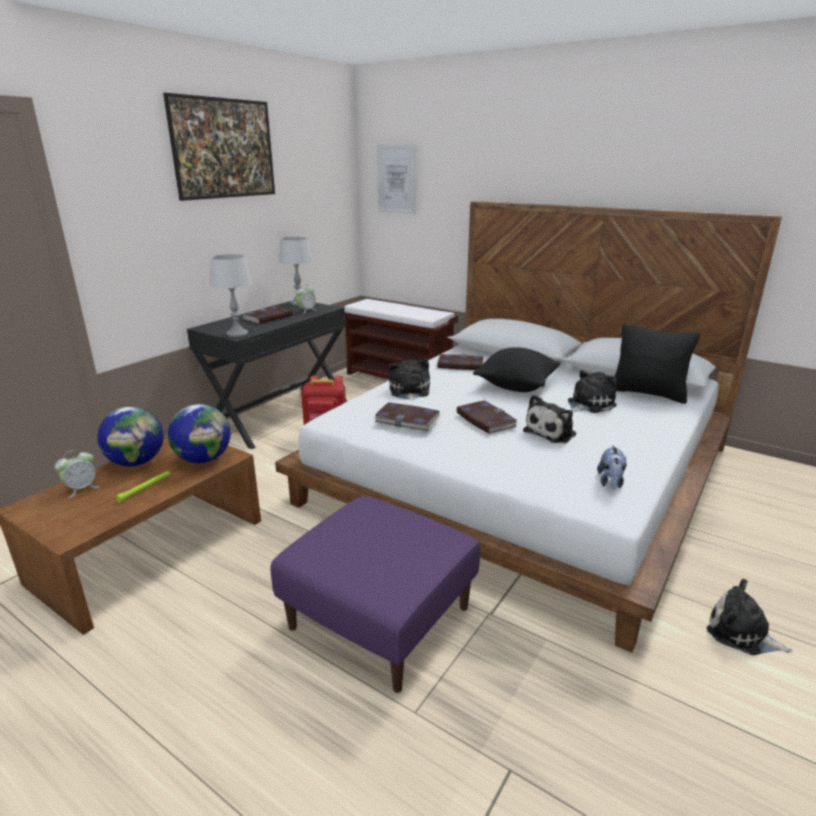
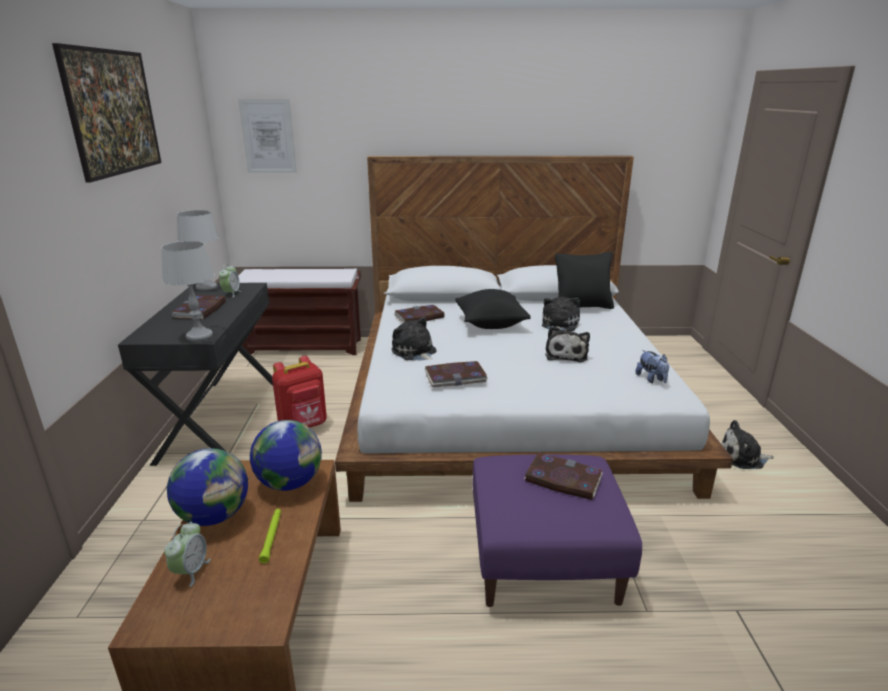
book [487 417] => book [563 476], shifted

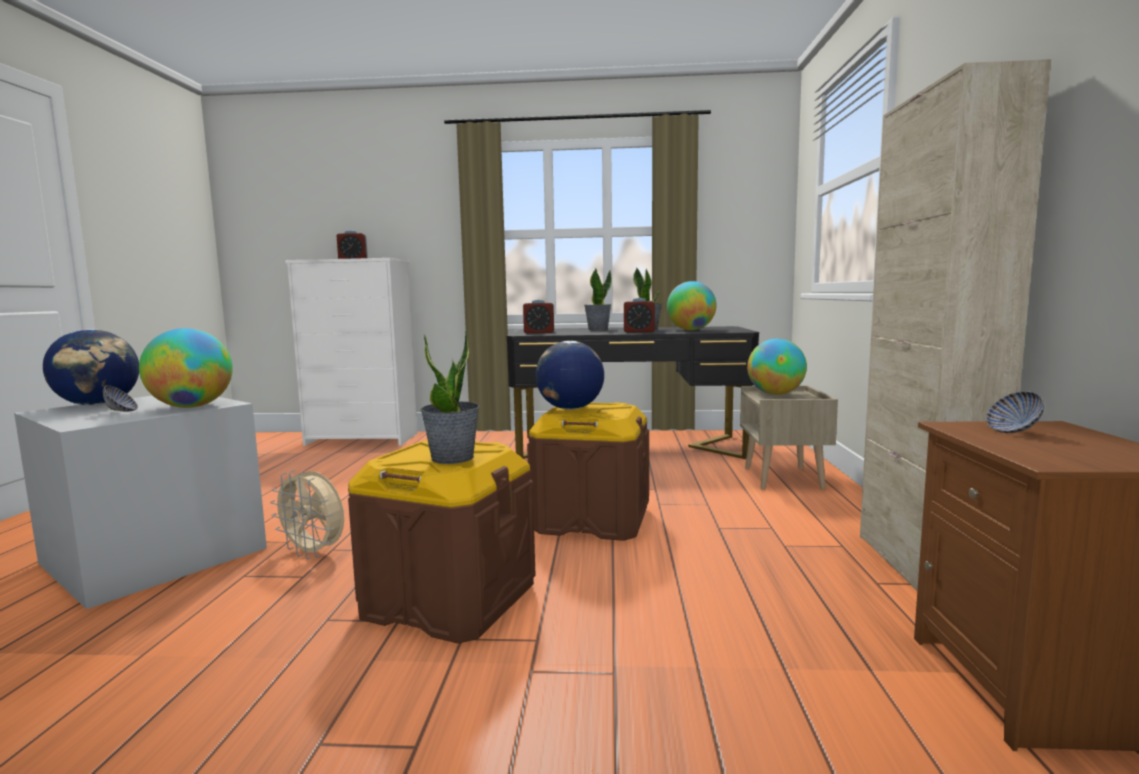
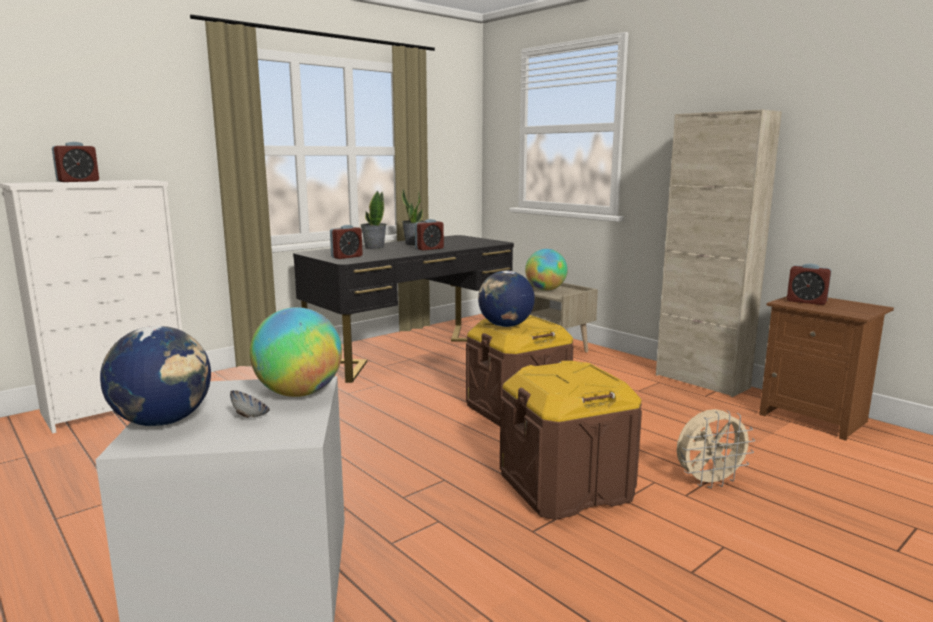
fan (beige) [307 514] => fan (beige) [716 449], shifted
bowl [1015 412] => alarm clock [809 284]
potted plant [450 397] => nothing
globe [692 305] => nothing

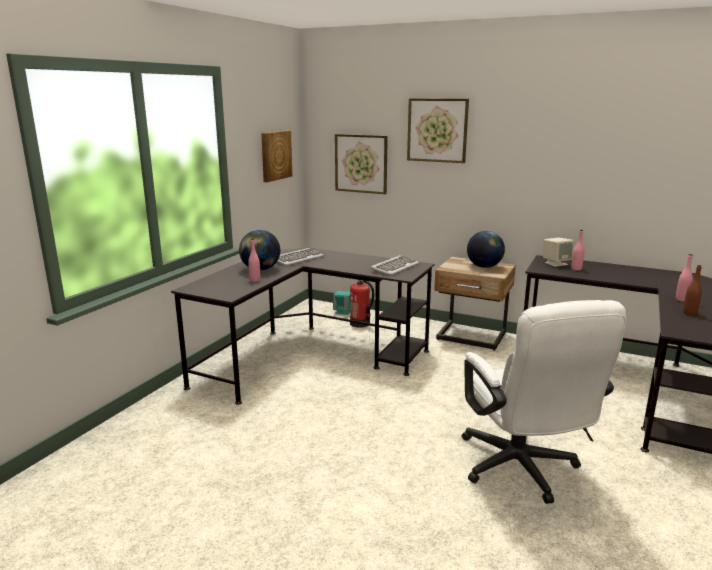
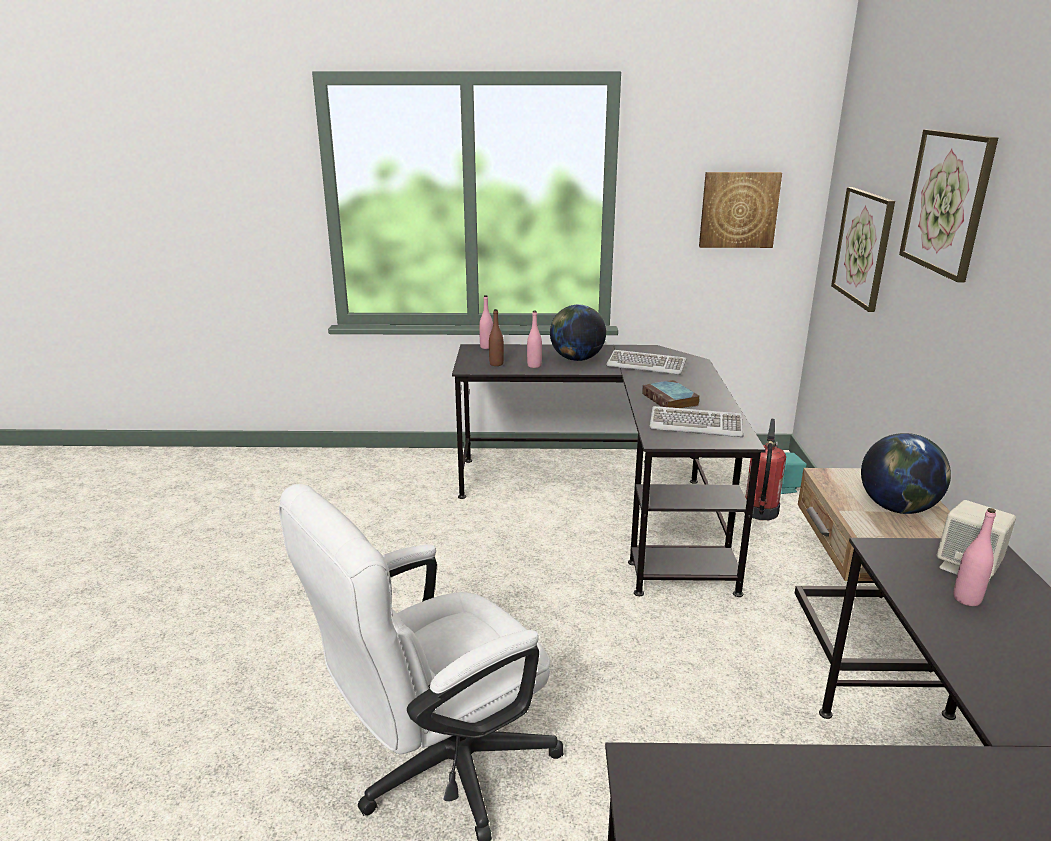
bottle (pink) [684 278] => bottle (pink) [486 322], shifted
bottle (brown) [692 290] => bottle (brown) [496 337], shifted
nothing => book [671 394]

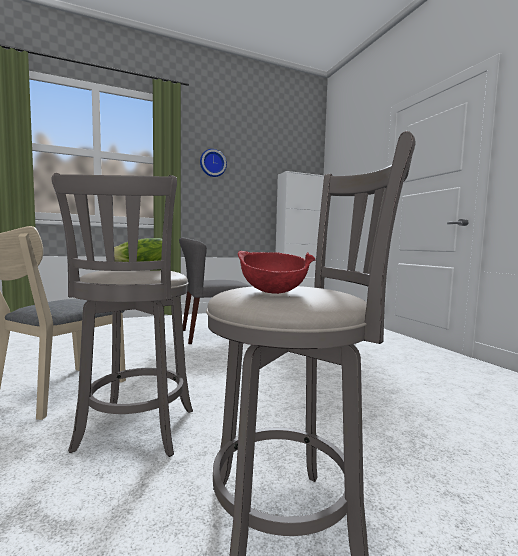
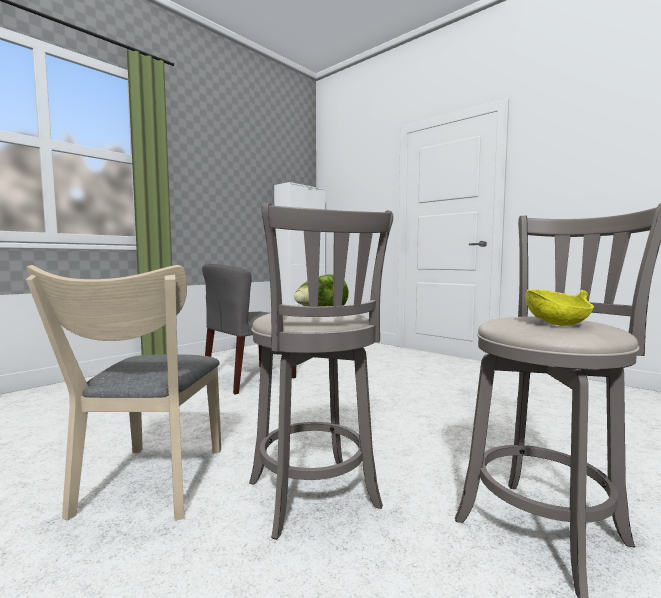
bowl (red) [277 272] => bowl (yellow) [559 307]
wall clock [213 163] => nothing

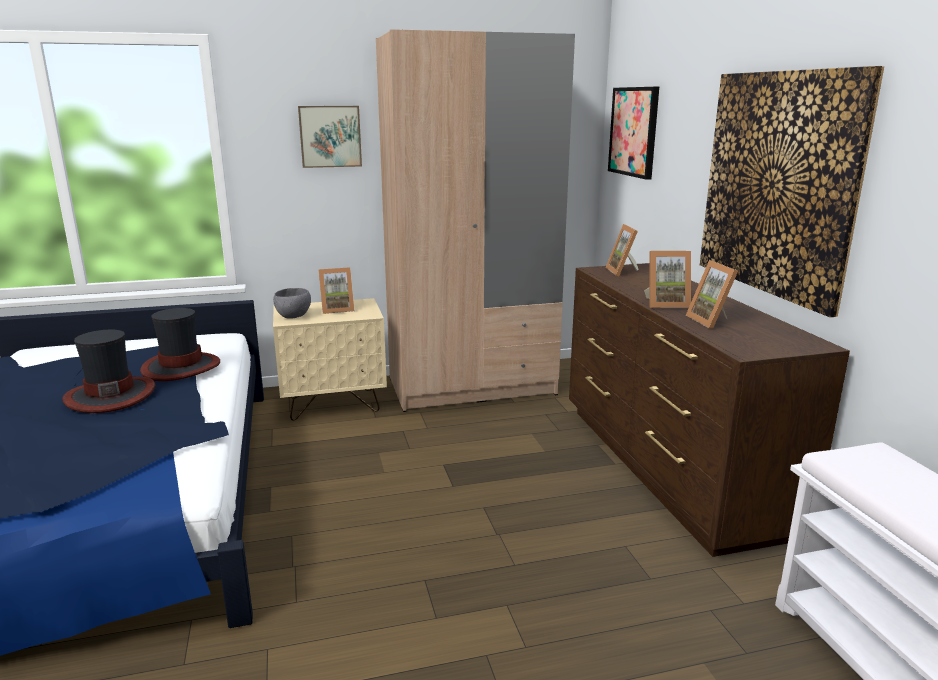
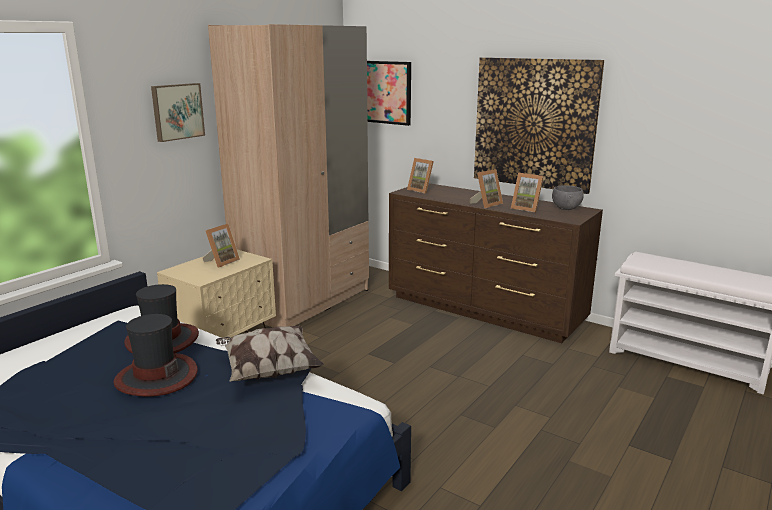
nothing => pillow [270 354]
bowl (grey) [292 303] => bowl (grey) [568 198], shifted

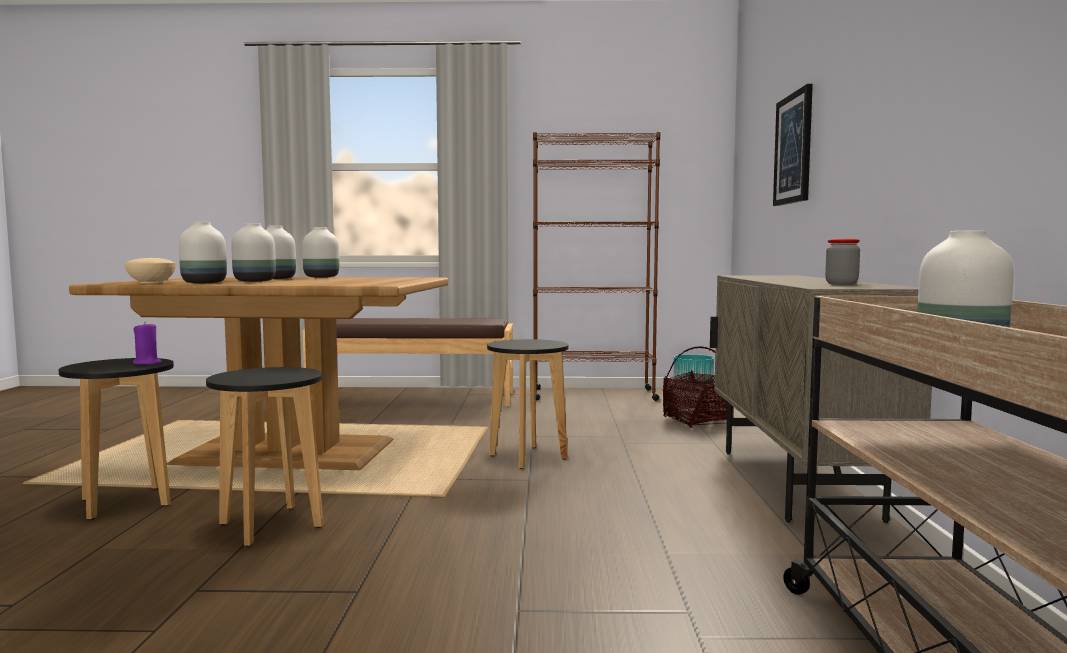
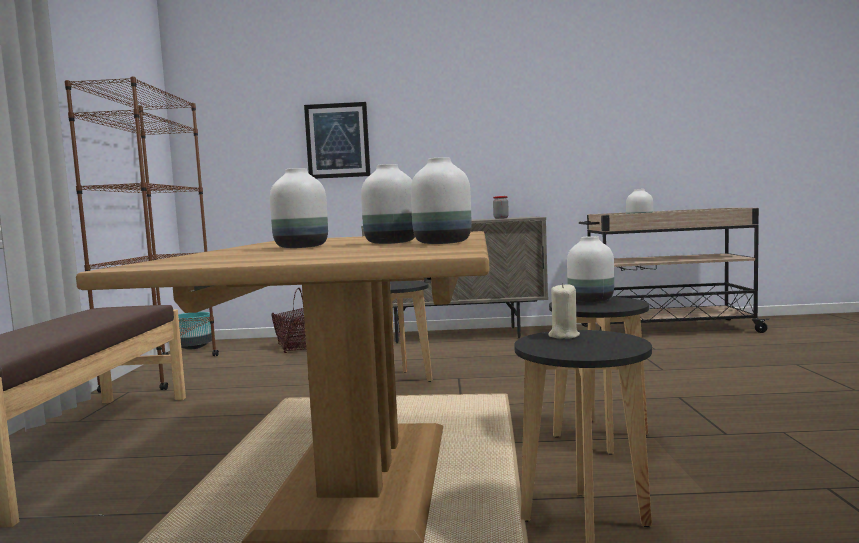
candle (purple) [148 343] => candle (beige) [564 311]
vase (white) [320 252] => vase (white) [590 269], shifted
bowl (beige) [150 271] => nothing

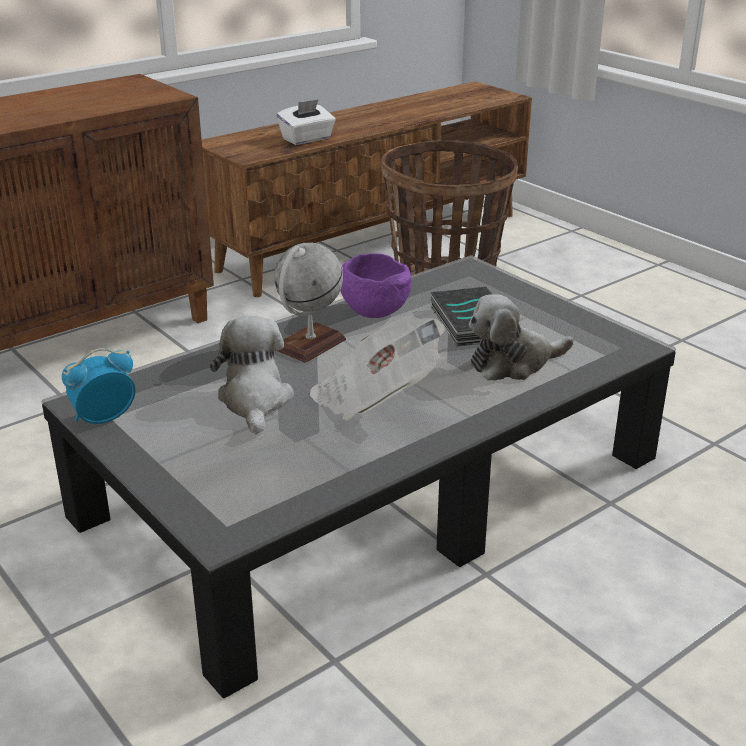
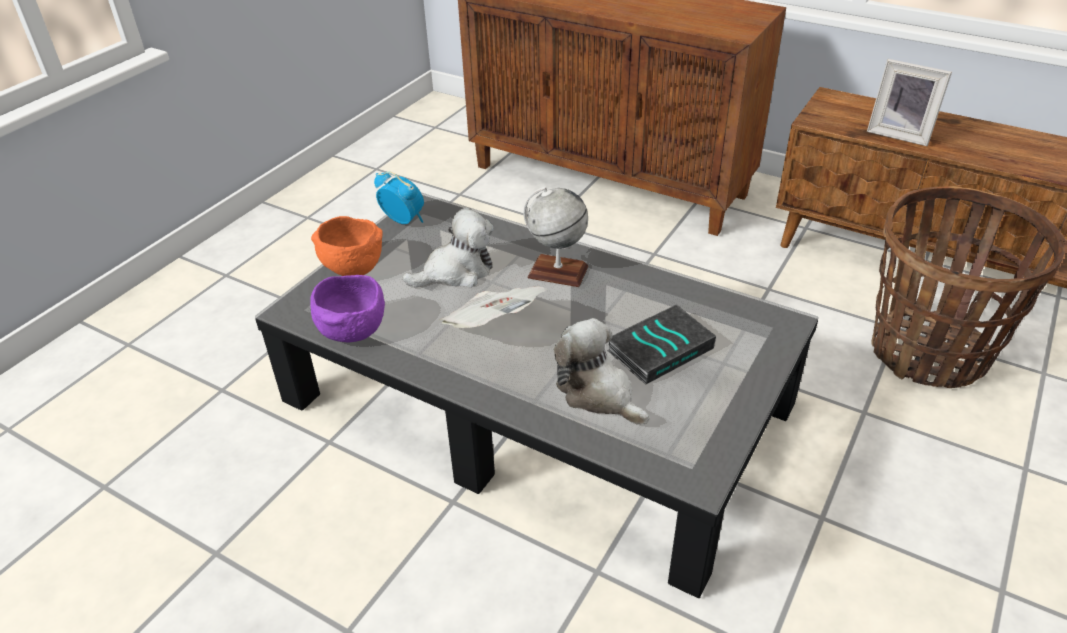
bowl (purple) [376 285] => bowl (purple) [347 309], shifted
nothing => bowl (orange) [347 246]
tissue box (white) [305 122] => picture frame [909 102]

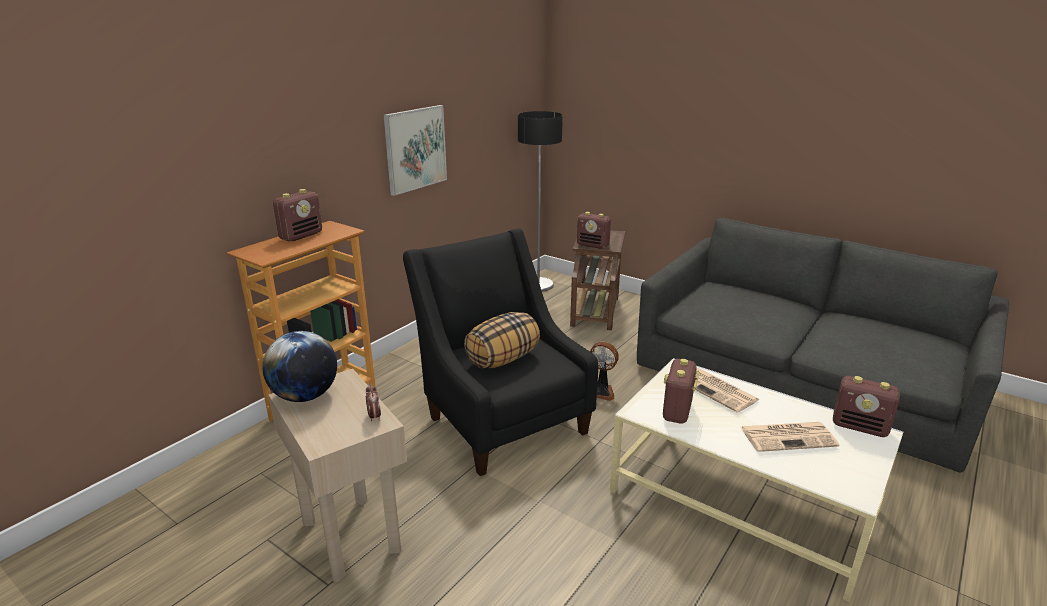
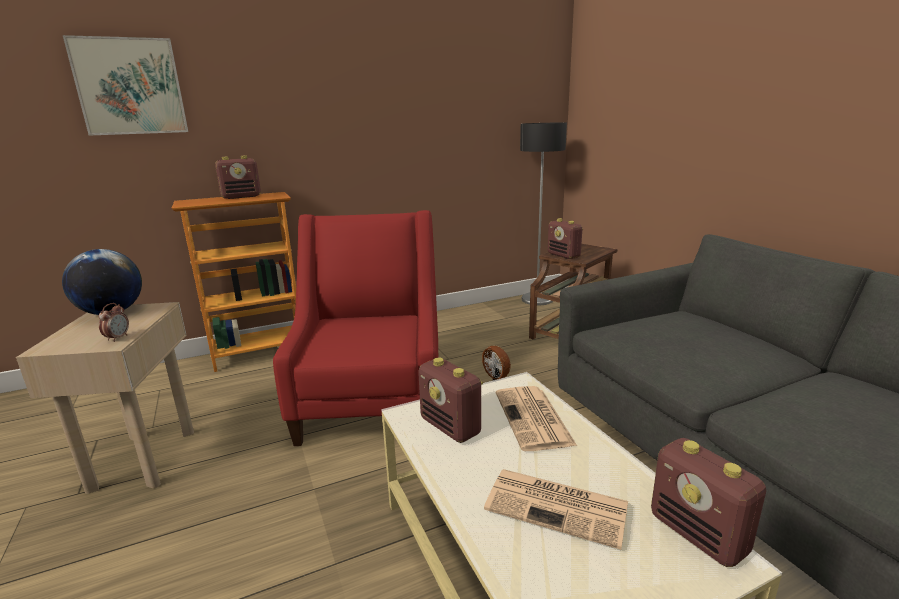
picture [415 150] => picture [125 85], shifted
armchair (black) [500 352] => armchair (red) [355 328]
radio [681 391] => radio [450 400], 90 degrees counterclockwise
pillow [502 340] => nothing

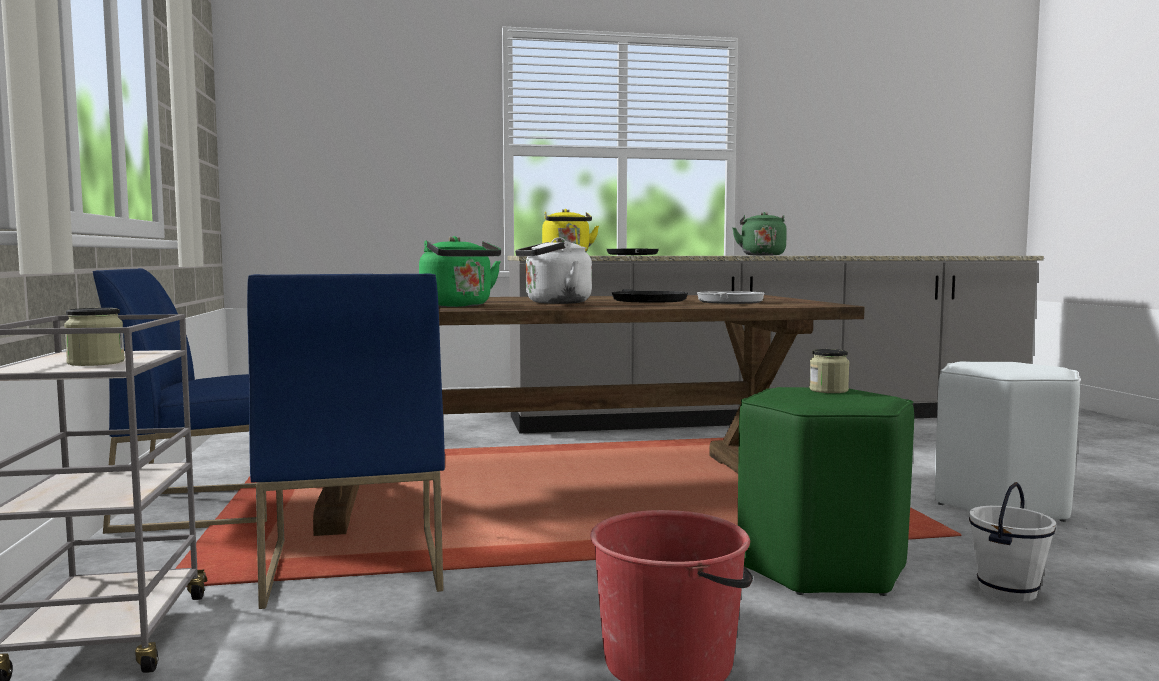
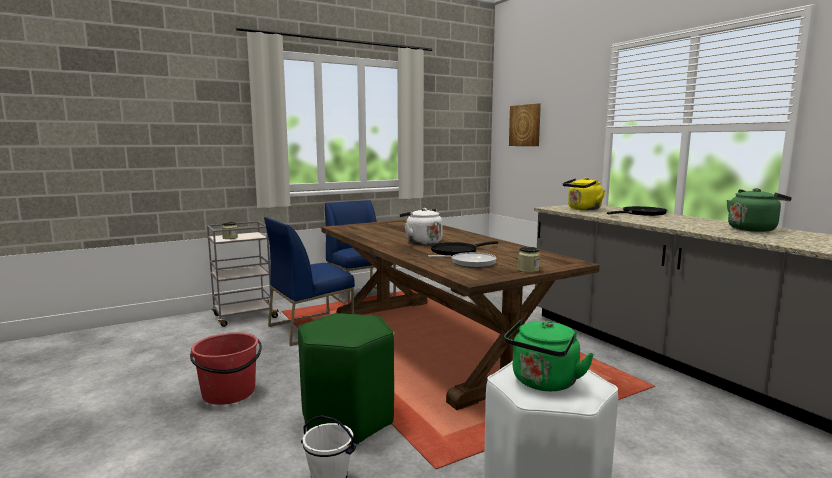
kettle (green) [460 271] => kettle (green) [549 355], shifted
nothing => picture [525 124]
jar [829 371] => jar [529 260], shifted

